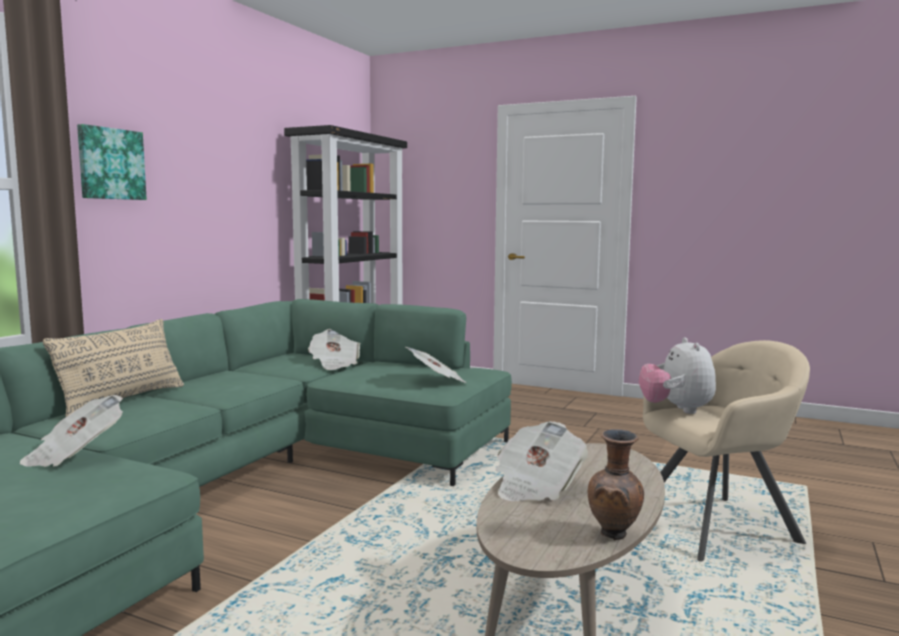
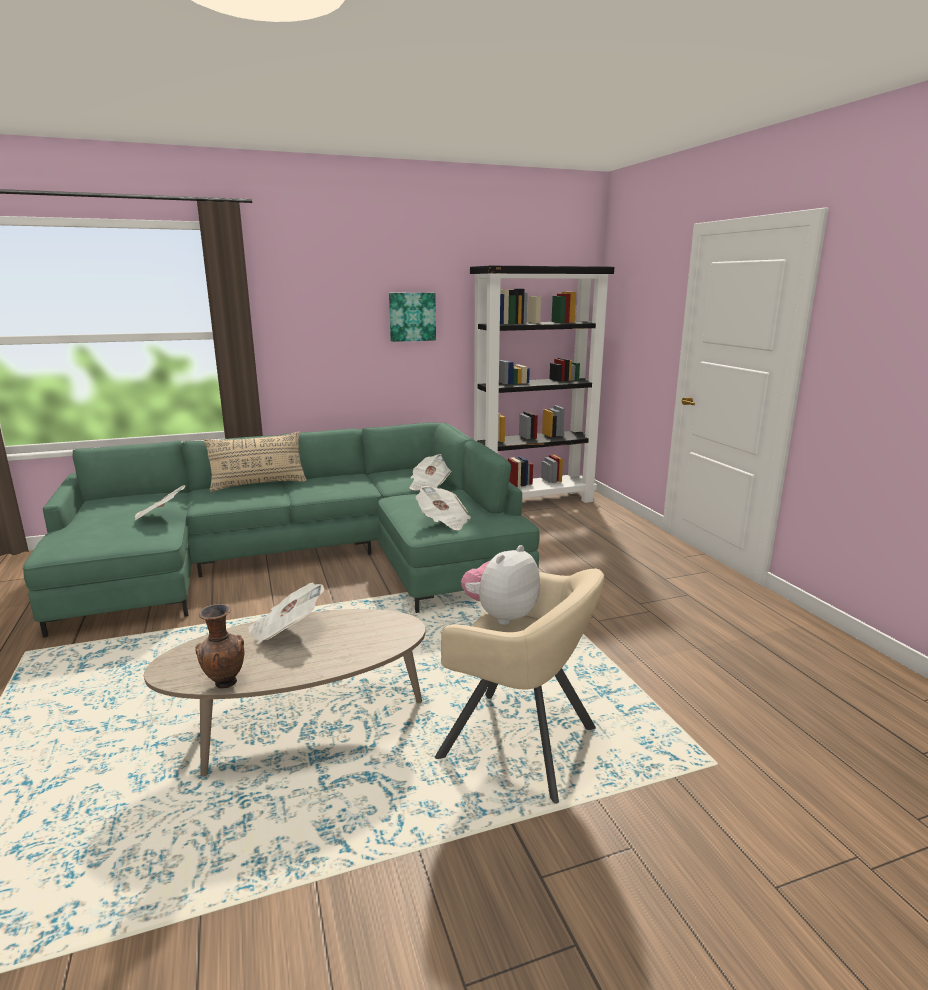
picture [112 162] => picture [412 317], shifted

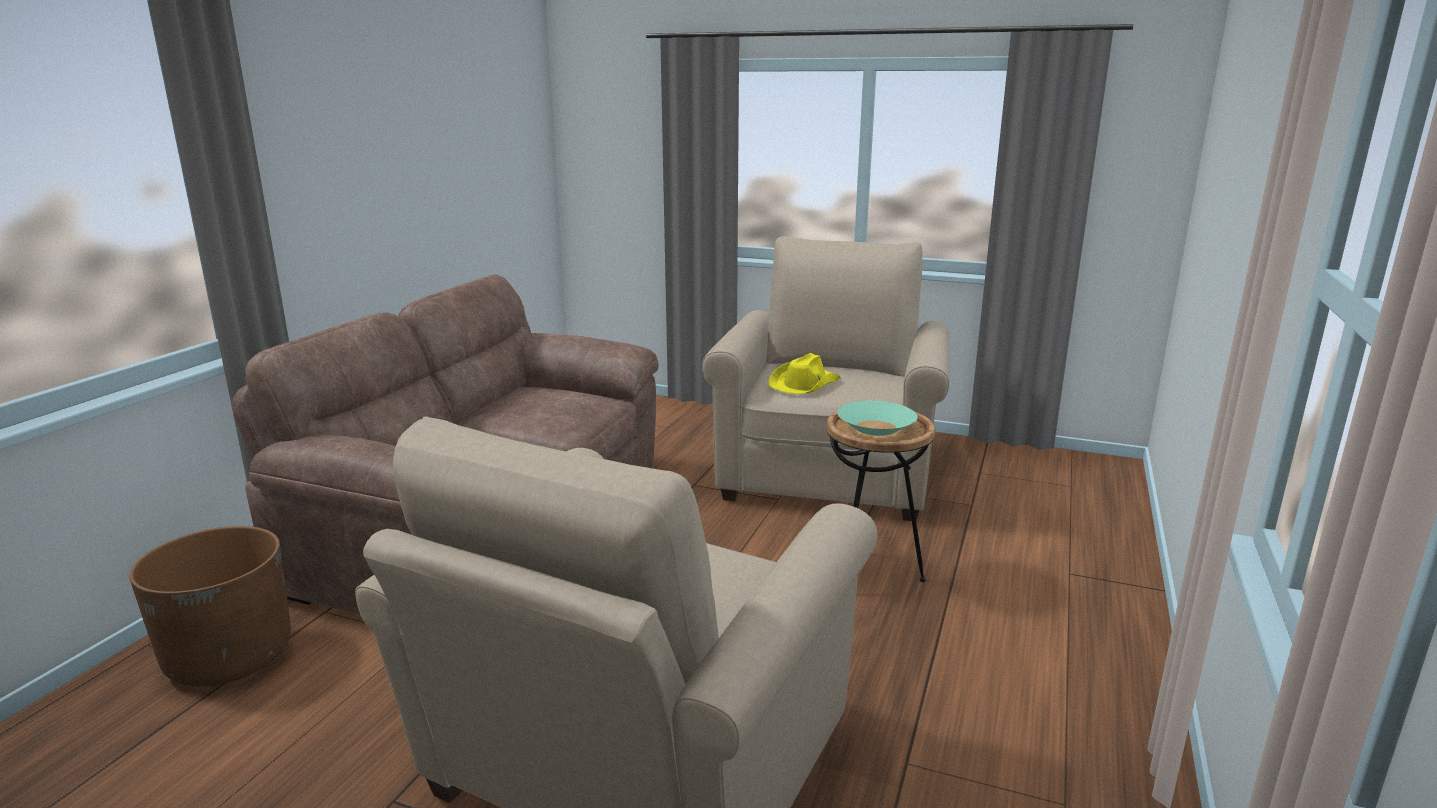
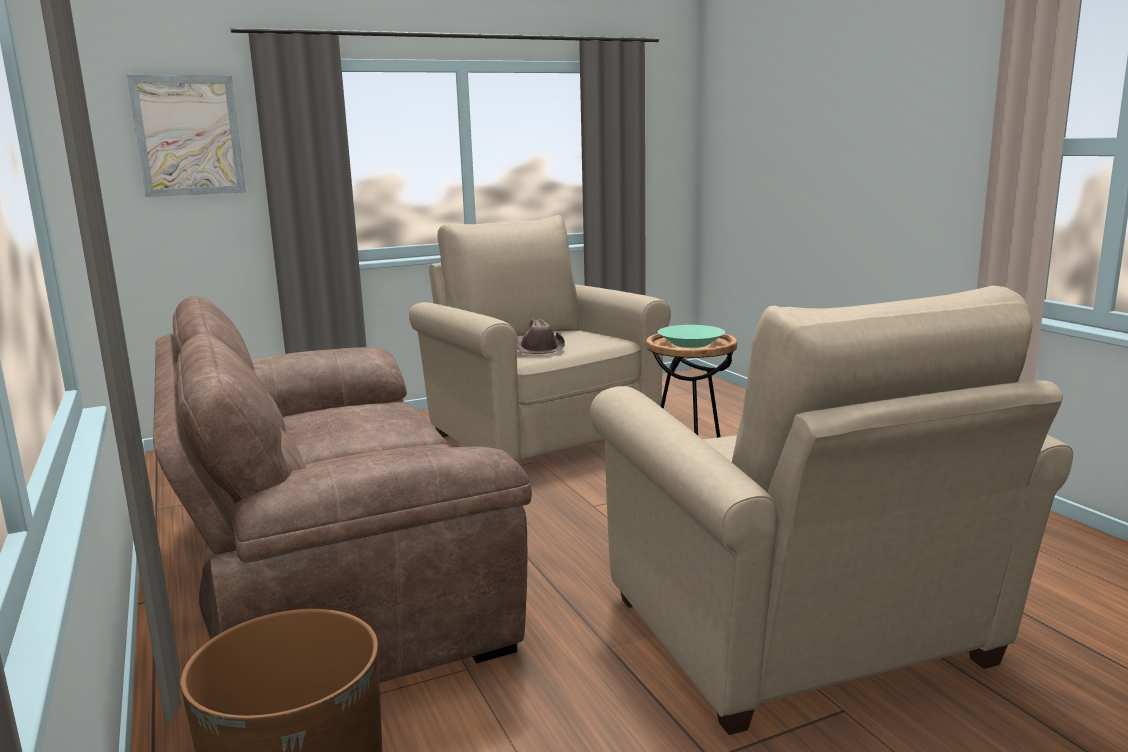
nothing => picture [186 136]
hat (yellow) [804 373] => hat (brown) [541 336]

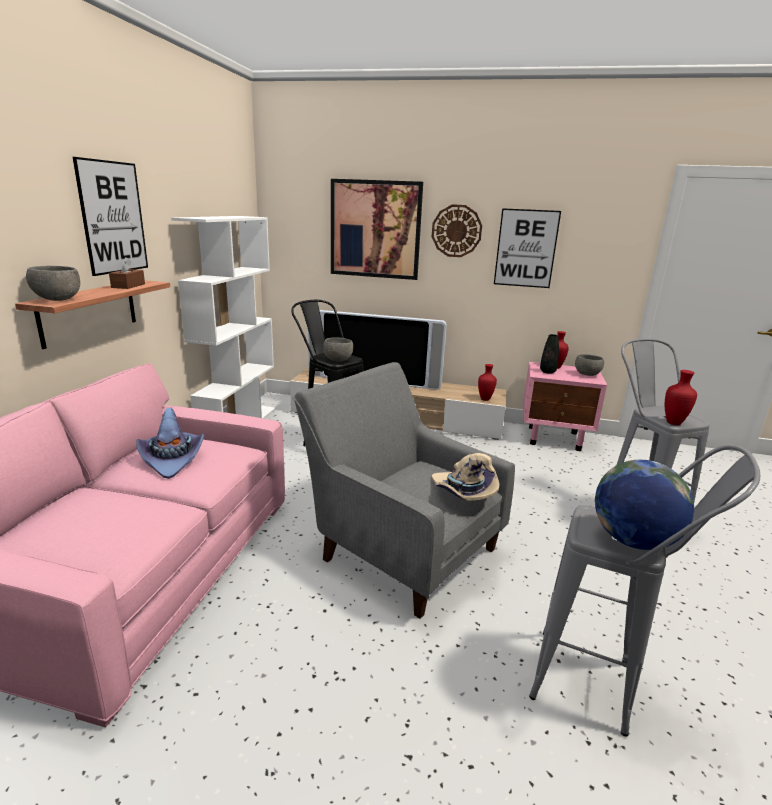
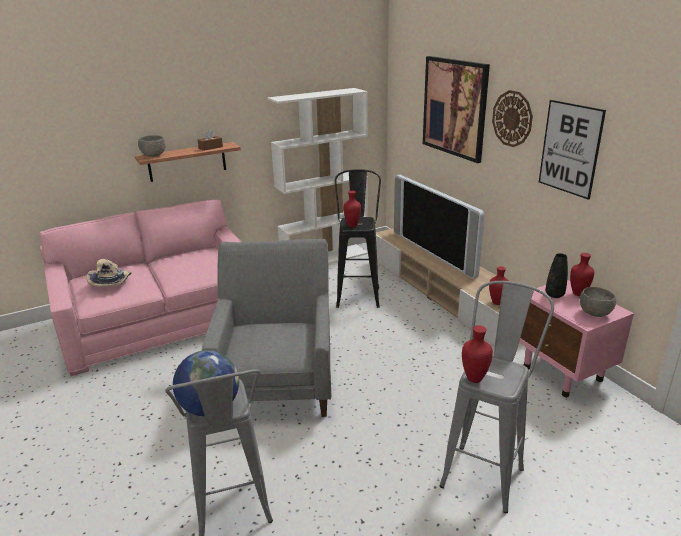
hat (beige) [465 477] => hat (beige) [108 273], shifted
bowl (grey) [338 349] => vase (red) [352 209]
picture [110 216] => nothing
hat (purple) [170 443] => nothing

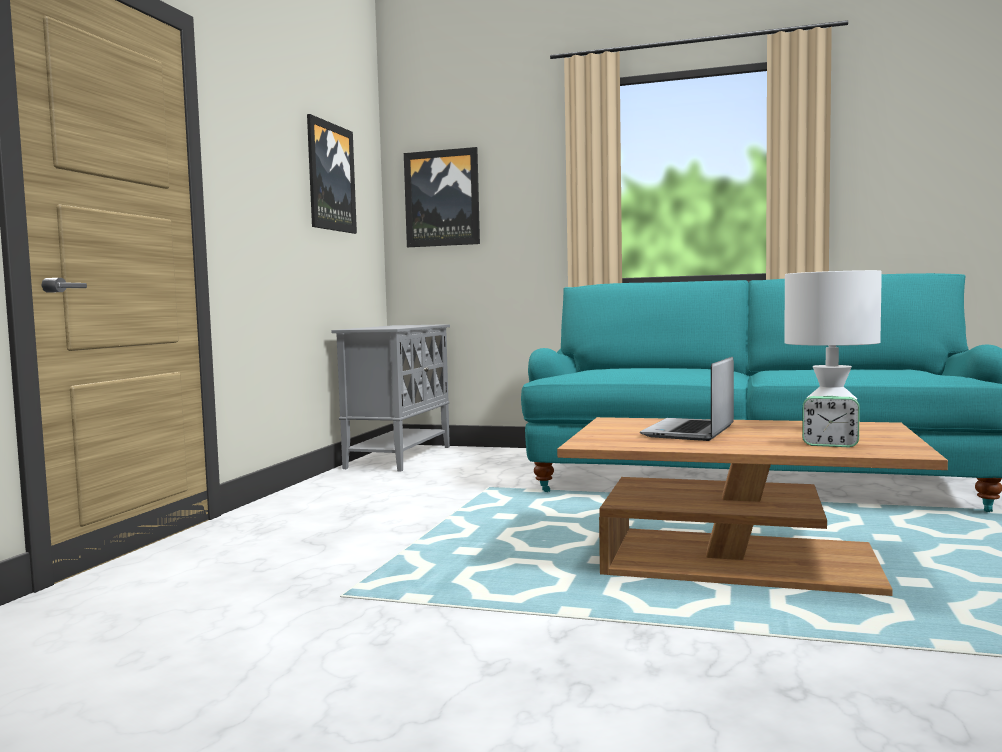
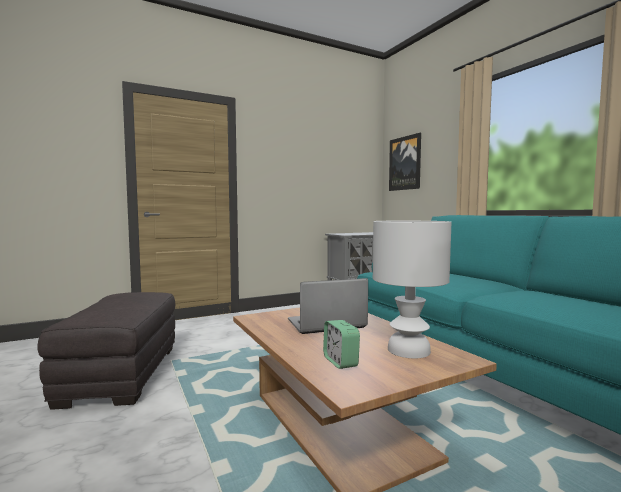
nothing => ottoman (grey) [106 351]
picture [332 174] => nothing

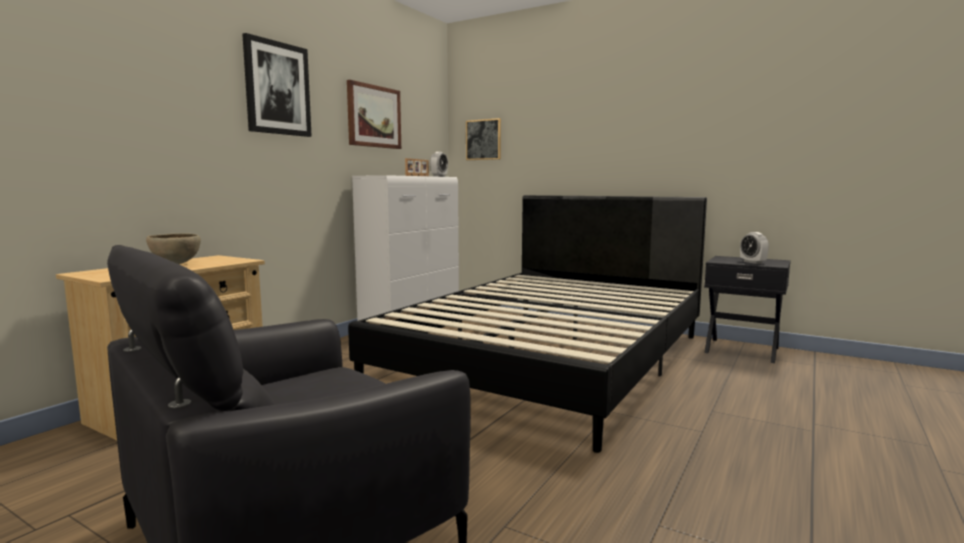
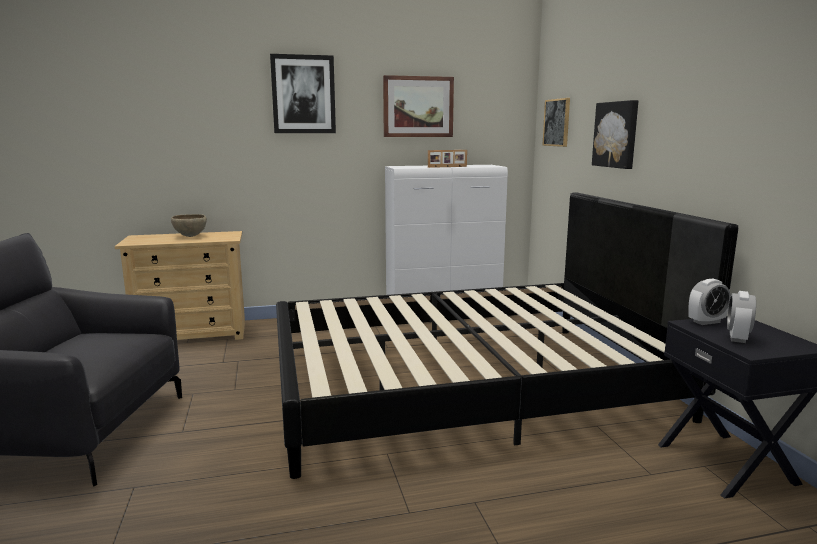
nothing => picture [615 134]
alarm clock [439 164] => alarm clock [709 302], shifted

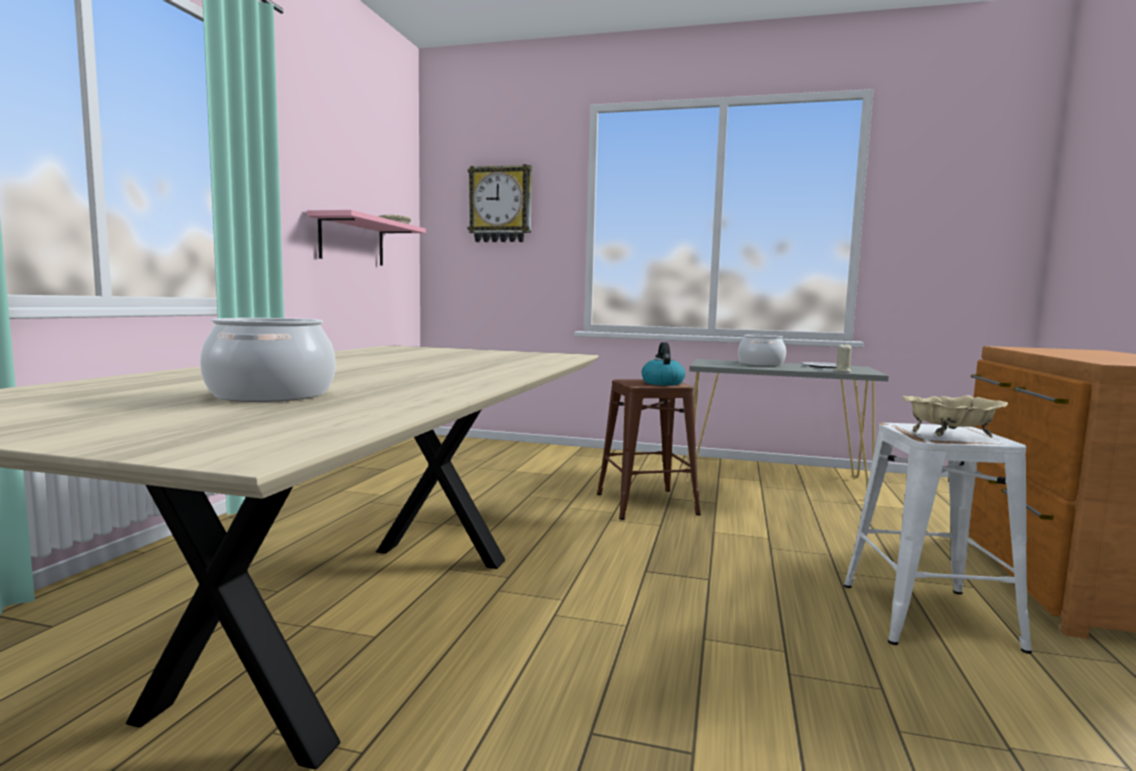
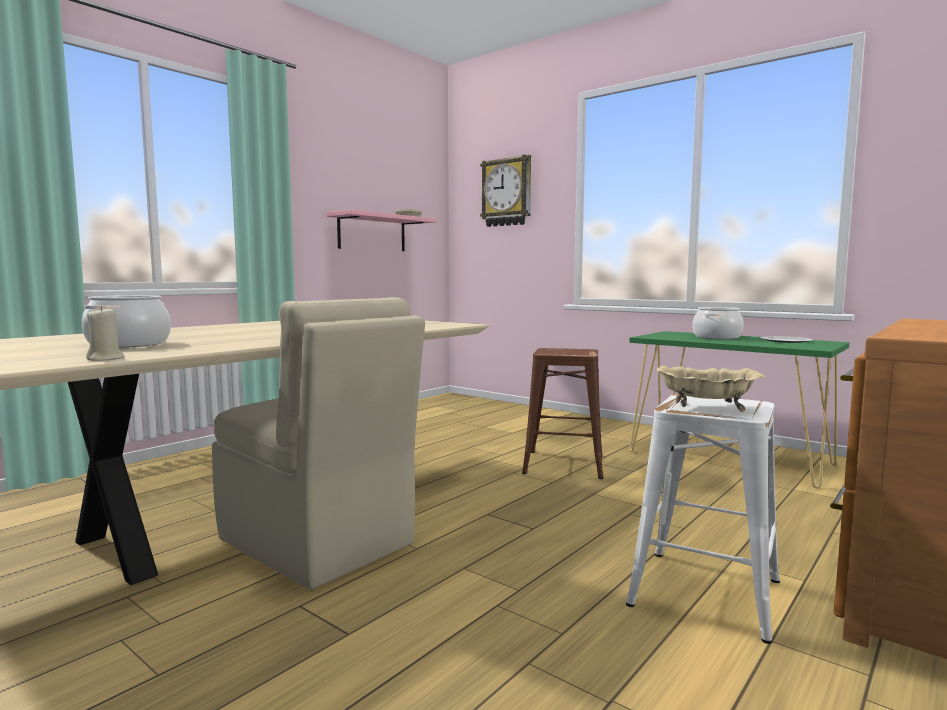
candle (beige) [843 357] => candle (beige) [105 333], shifted
nothing => chair (beige) [318 443]
console table (grey) [787 422] => console table (green) [739 409]
kettle [663 364] => nothing

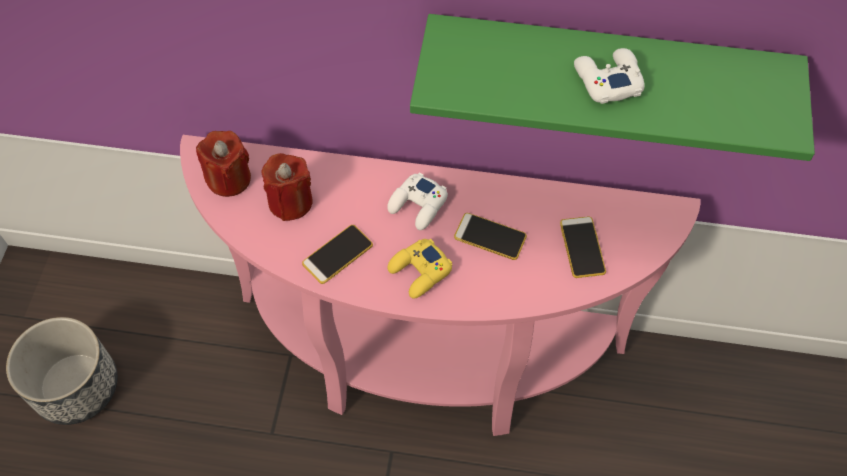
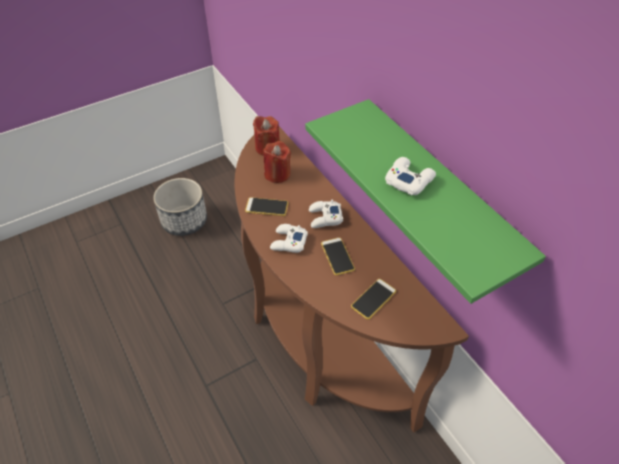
console table (pink) [440 285] => console table (brown) [352 279]
game controller (yellow) [419 269] => game controller (white) [289 238]

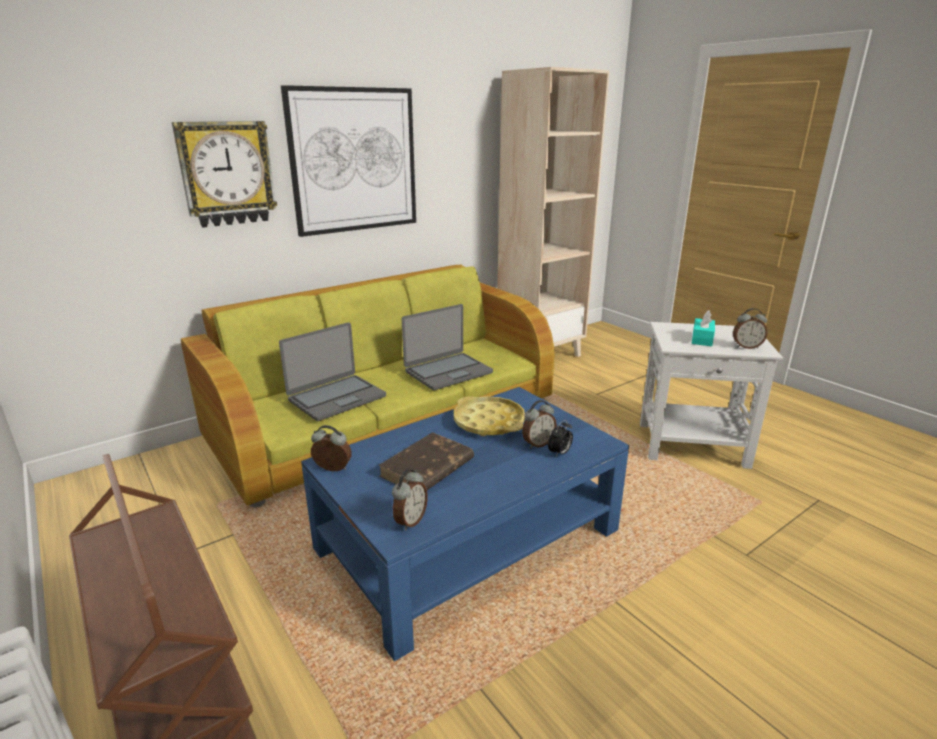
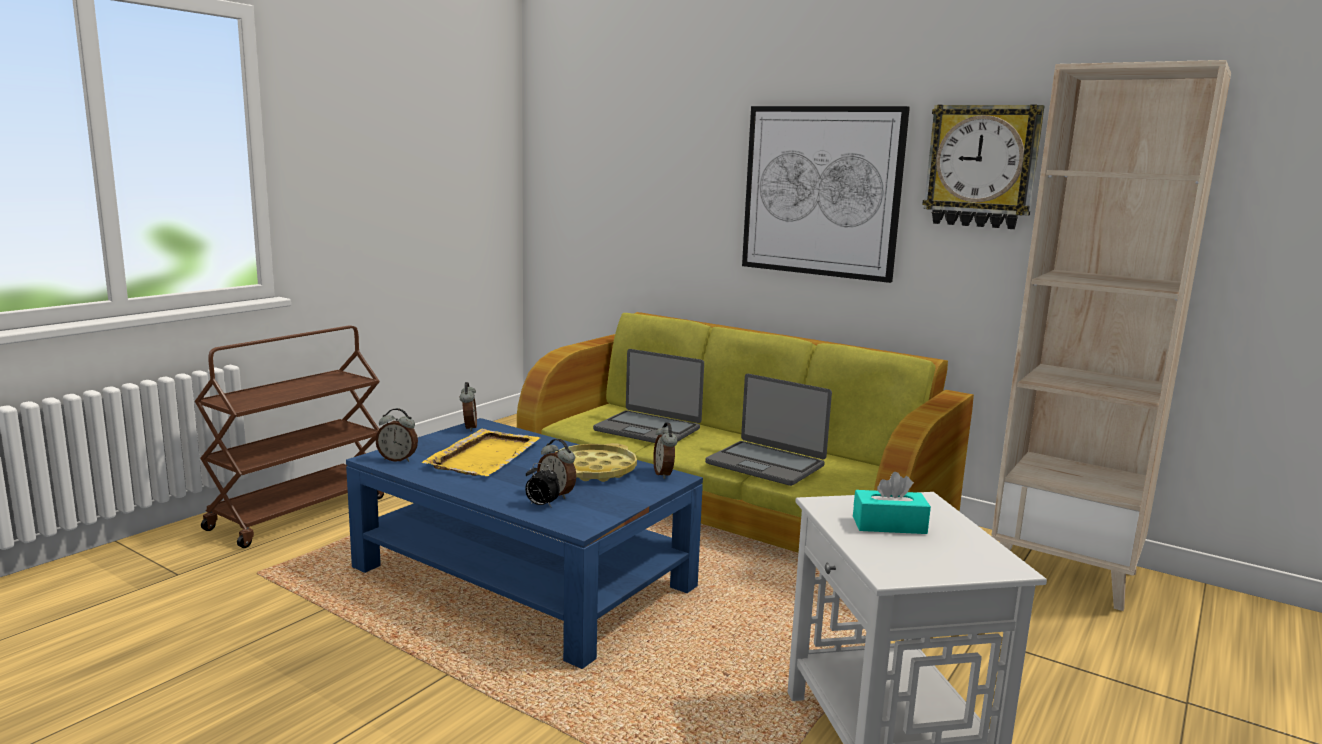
book (brown) [426 461] => tray (yellow) [481 452]
alarm clock [750 328] => alarm clock [665 451], shifted
wall clock [224 174] => wall clock [983 167], shifted

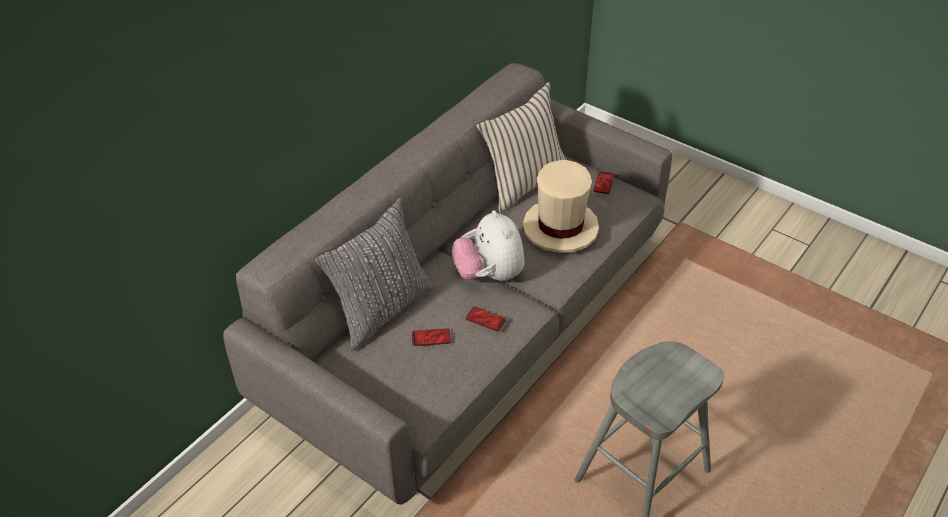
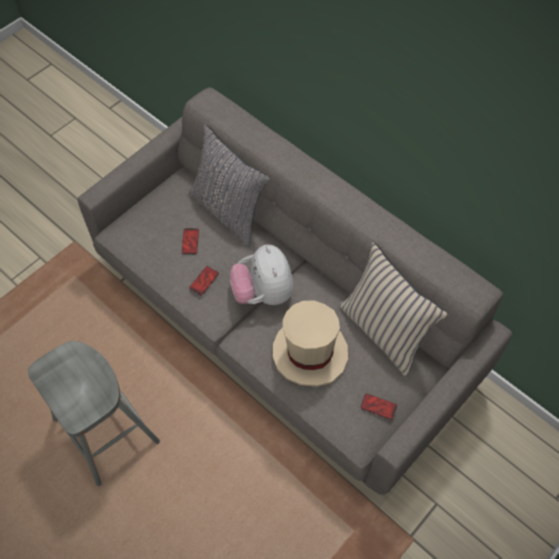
plush toy [488 245] => plush toy [261 274], 90 degrees counterclockwise

